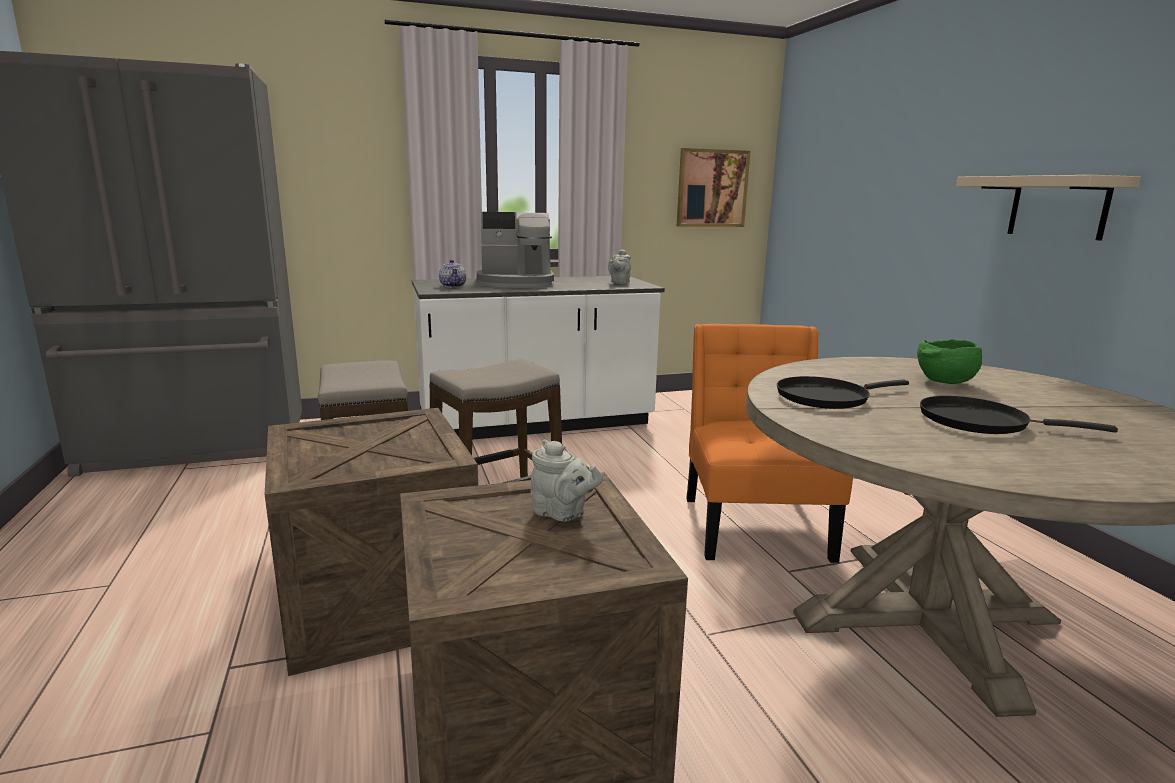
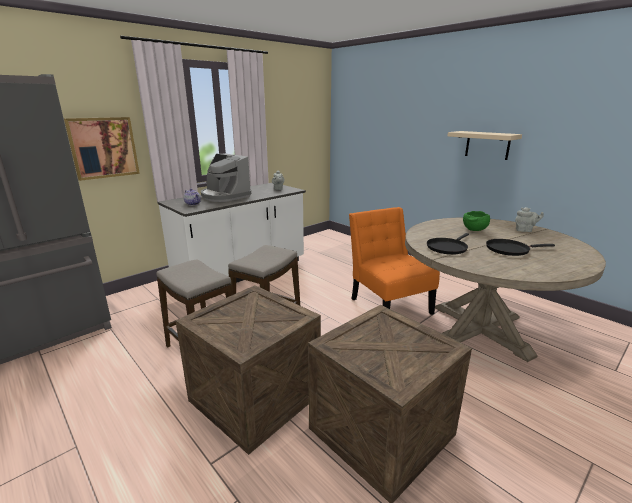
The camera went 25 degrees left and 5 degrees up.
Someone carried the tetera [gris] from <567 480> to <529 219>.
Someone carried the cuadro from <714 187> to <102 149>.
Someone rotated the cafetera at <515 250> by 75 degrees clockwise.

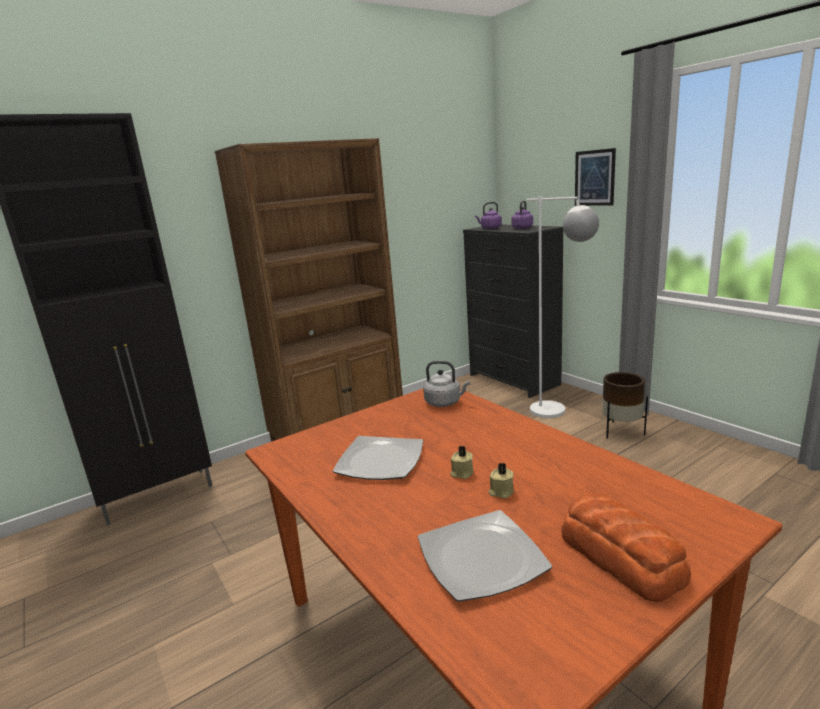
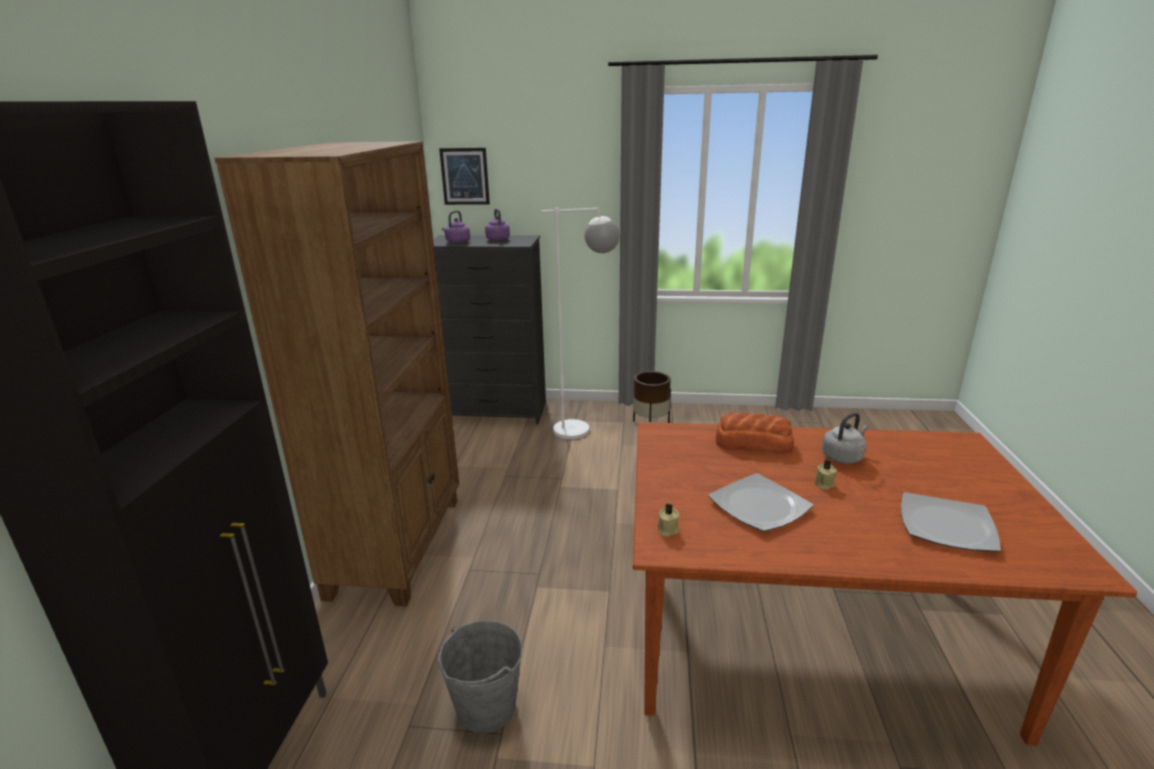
The camera went 50 degrees left and 5 degrees up.
Someone put down the cubo [gris] at <480 677>.
Someone carried the hervidor [gris] from <446 384> to <845 438>.
Someone carried the vela [beis] from <501 481> to <668 520>.
Someone carried the pan from <626 548> to <755 433>.
Someone carried the cuadro from <595 177> to <464 176>.

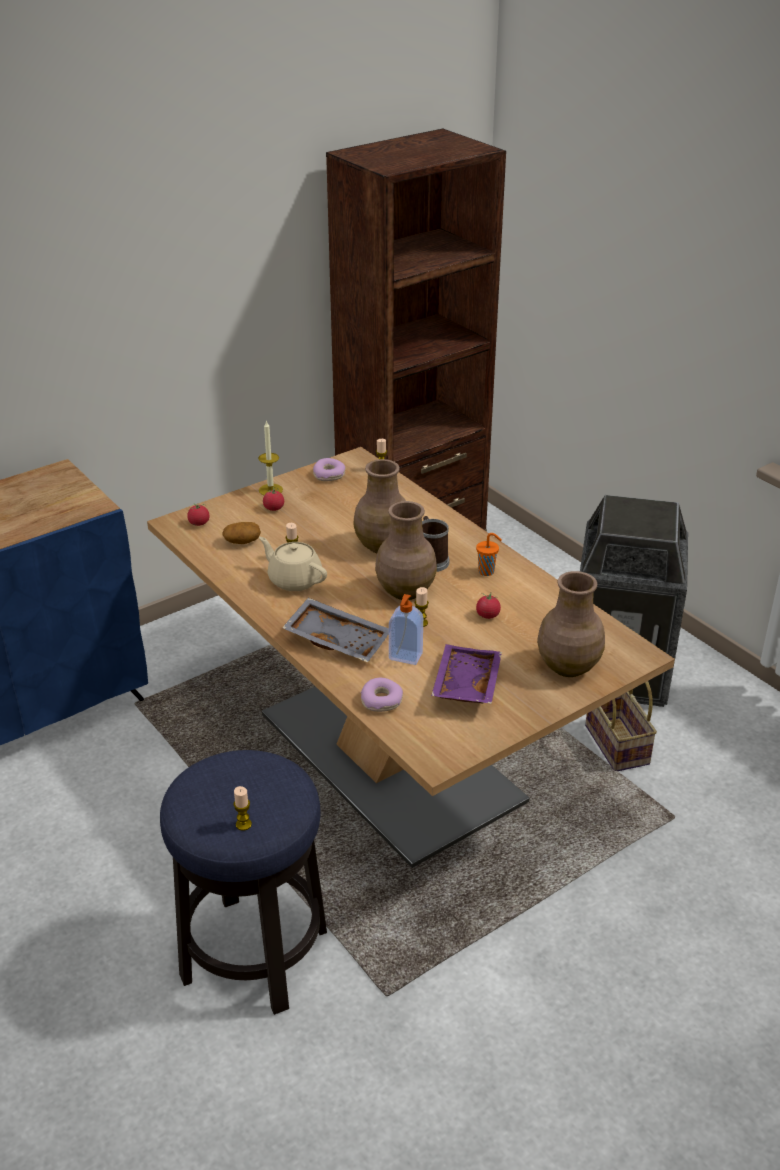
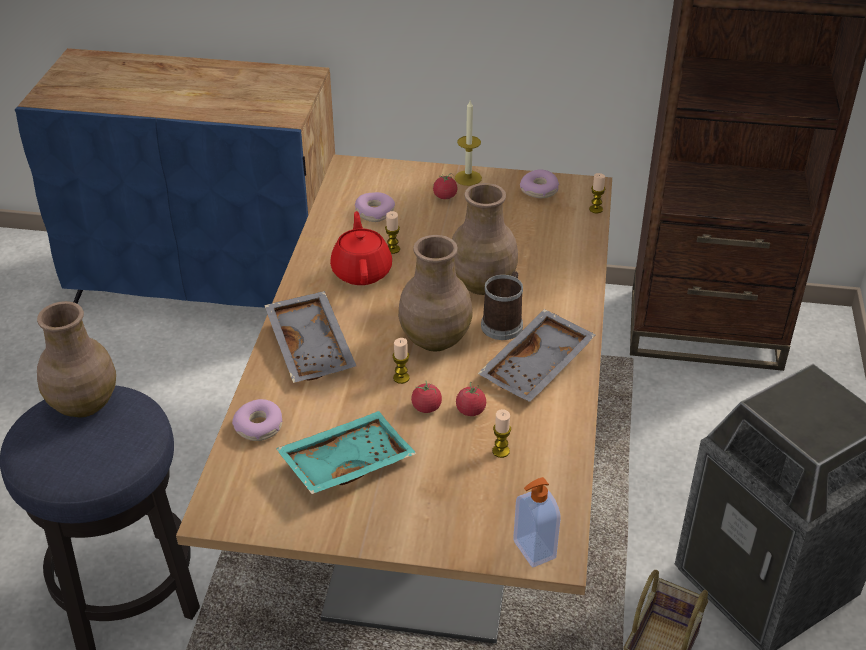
The camera went 45 degrees right and 5 degrees up.
Someone carried the tomate from <198 514> to <426 397>.
Someone carried the vela from <242 808> to <501 433>.
Someone carried the dispensador de jabón from <406 629> to <537 522>.
Someone carried the florero [marrón] from <571 624> to <76 359>.
Someone swapped the patata at <241 533> for the rosquilla at <375 207>.
Someone swapped the taza [naranja] at <489 554> for the bandeja [gris] at <536 355>.
Someone repainted the tetera [beis] at <293 564>, which became the tetera [rojo] at <361 248>.
Someone repainted the bandeja [morado] at <466 674>, which became the bandeja [turquesa] at <346 452>.

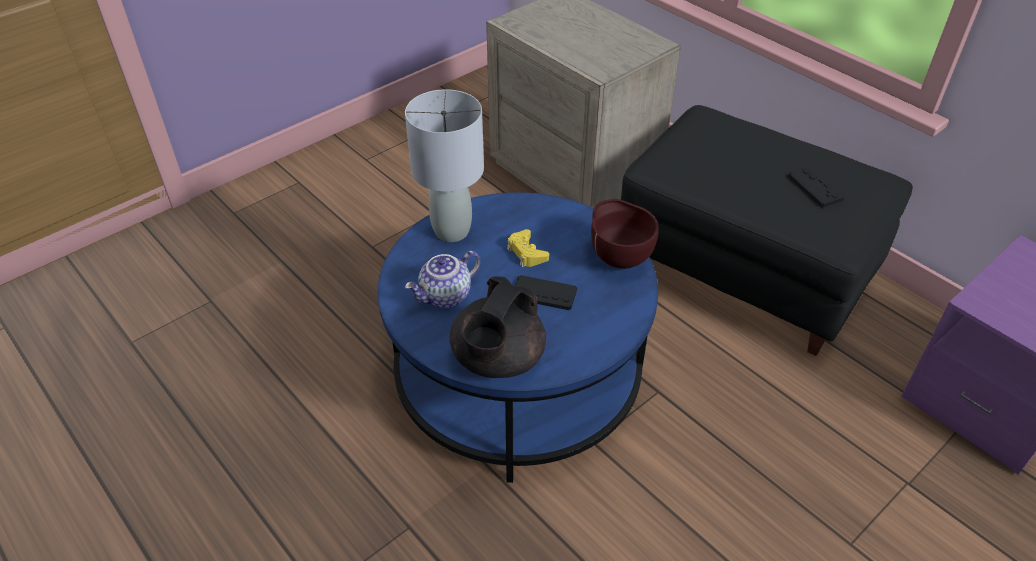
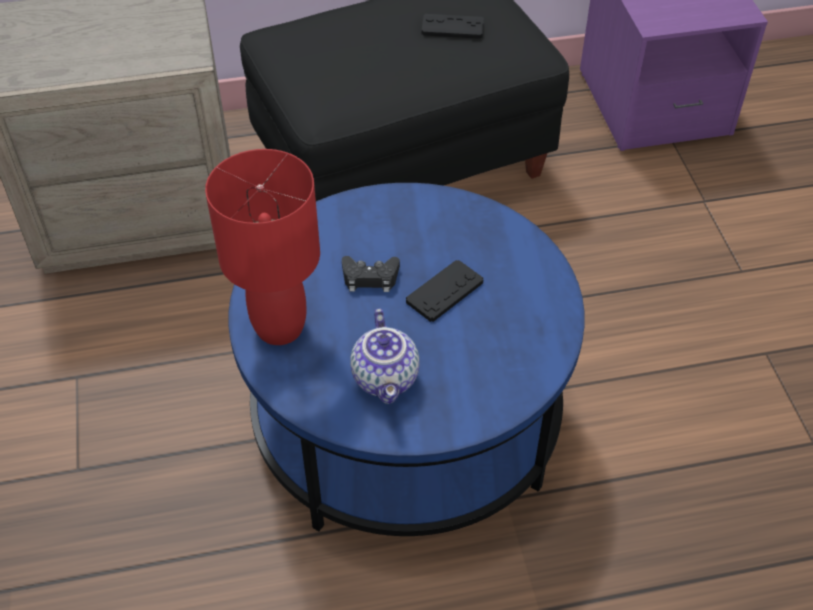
The camera went 60 degrees left and 5 degrees up.
Someone took away the tetera [negro] at <497 327>.
Someone took away the cuenco [marrón] at <625 234>.
Someone repainted the lámpara de mesa [gris] at <444 165>, which became the lámpara de mesa [rojo] at <262 247>.
Someone repainted the mando de consola [amarillo] at <528 248>, which became the mando de consola [negro] at <371 274>.

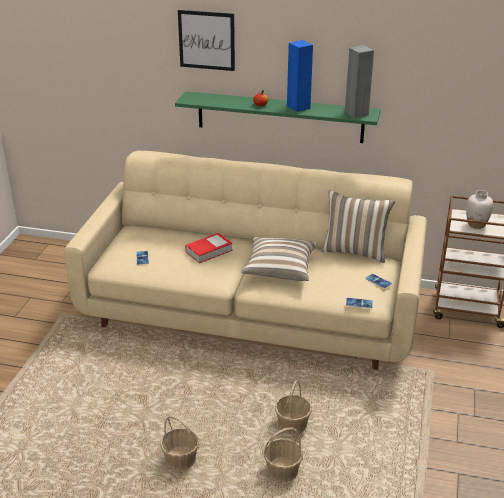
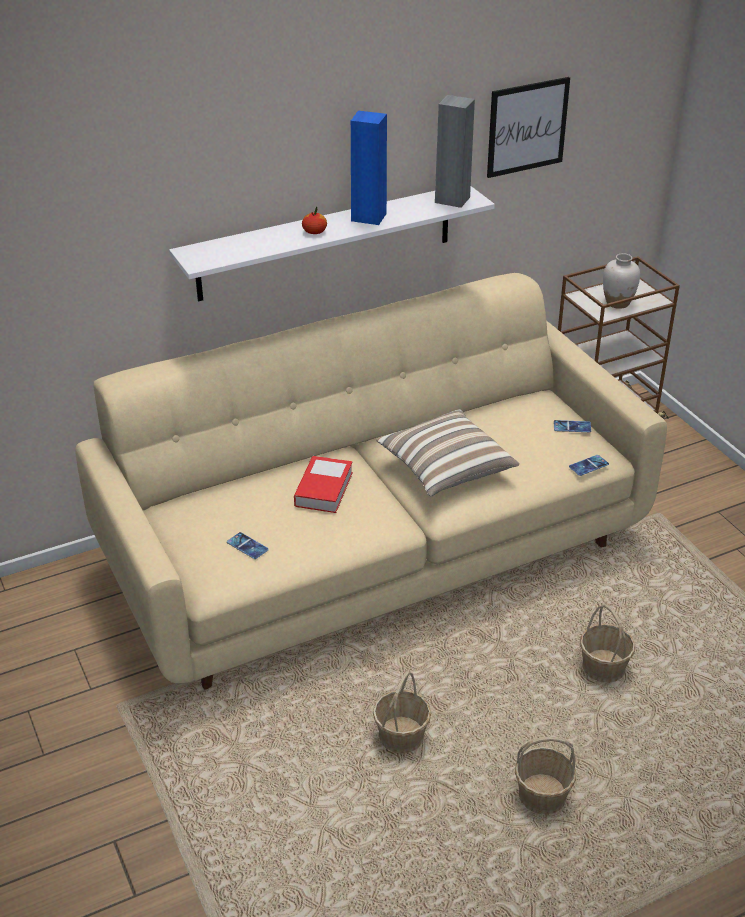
The camera went 40 degrees left and 5 degrees up.
Someone took away the cojín at <358 226>.
Someone carried the cuadro from <206 40> to <528 127>.
Someone carried the cesta from <283 455> to <402 712>.
Someone repainted the estante [verde] at <278 117>, which became the estante [blanco] at <332 243>.

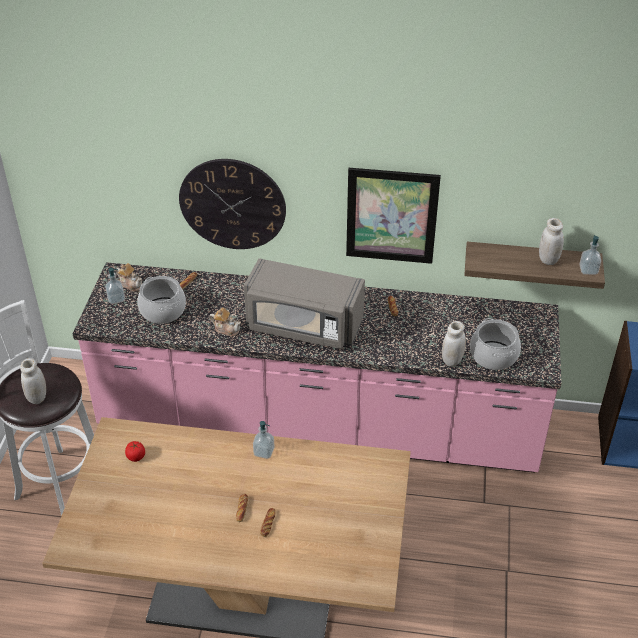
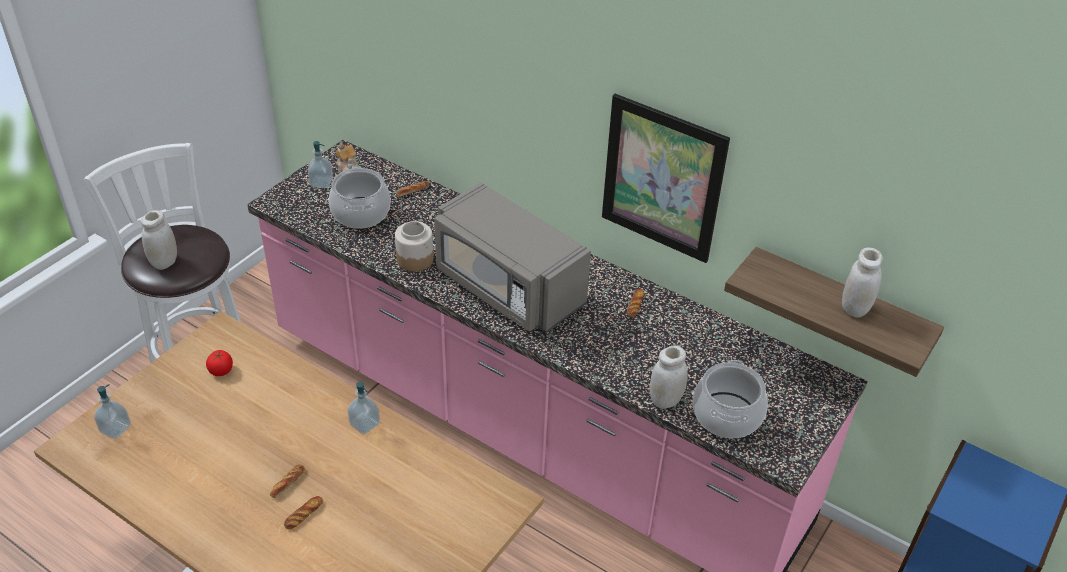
The camera went 25 degrees right and 0 degrees up.
Someone took away the reloj de pared at <232 204>.
Someone carried the dispensador de jabón from <590 255> to <112 411>.
Someone swapped the tetera at <225 321> for the tarro at <414 246>.

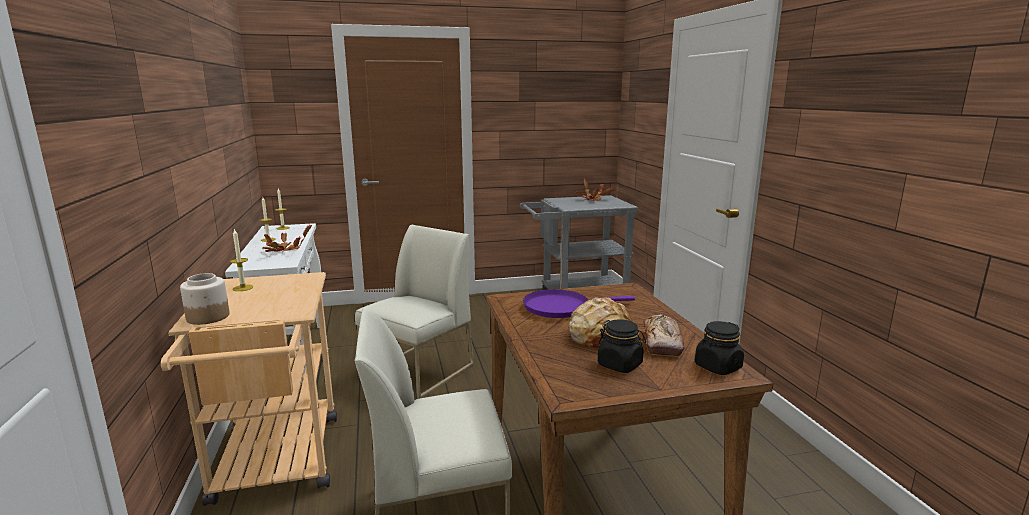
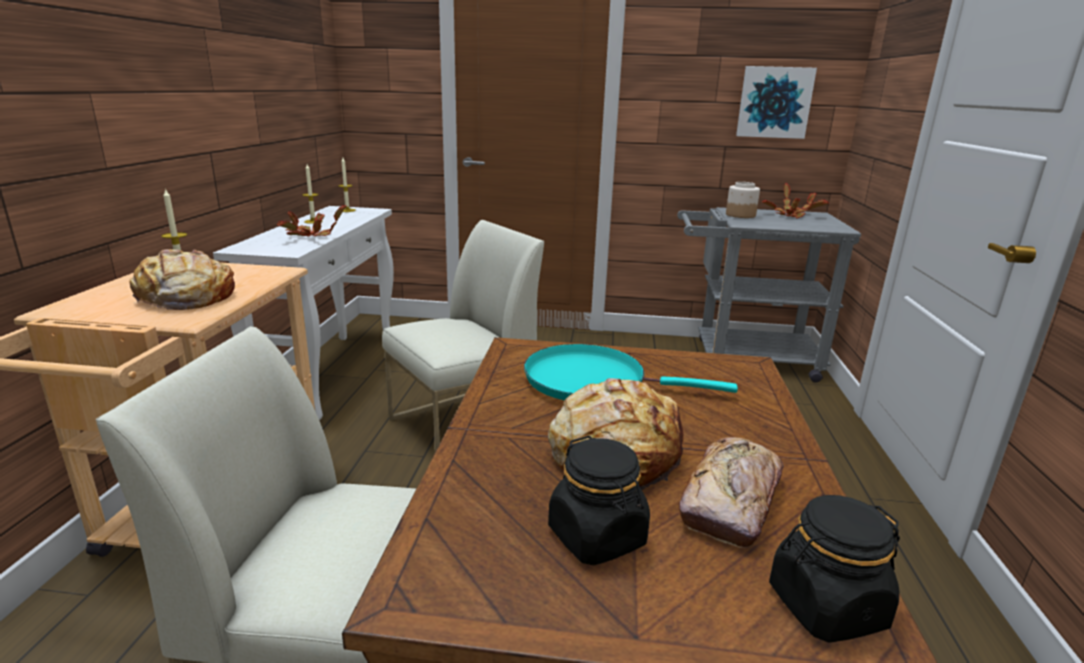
The camera went 20 degrees right and 5 degrees up.
Someone put down the pan at <182 279>.
Someone put up the cuadro at <776 102>.
Someone carried the tarro from <205 299> to <743 200>.
Someone repainted the sartén [morado] at <579 303>, which became the sartén [turquesa] at <631 372>.

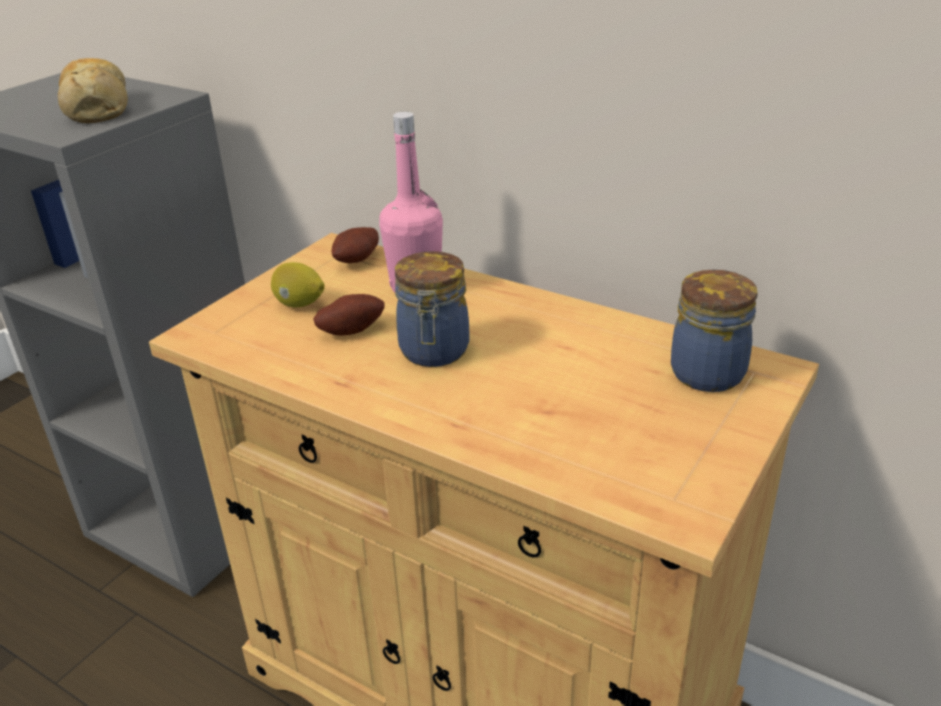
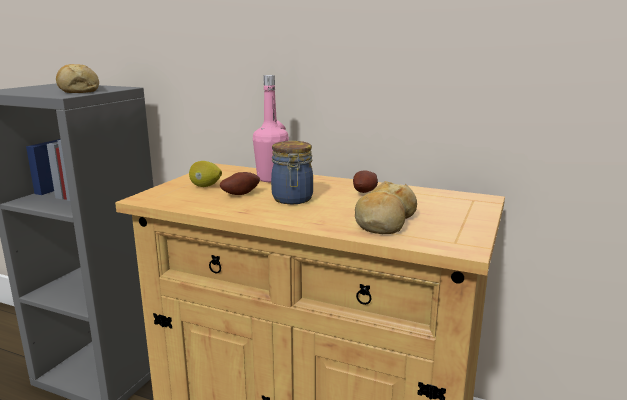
The camera went 10 degrees left and 15 degrees down.
Someone took away the tarro at <714 330>.
Someone put down the pan at <386 207>.
Someone carried the patata from <355 245> to <365 181>.

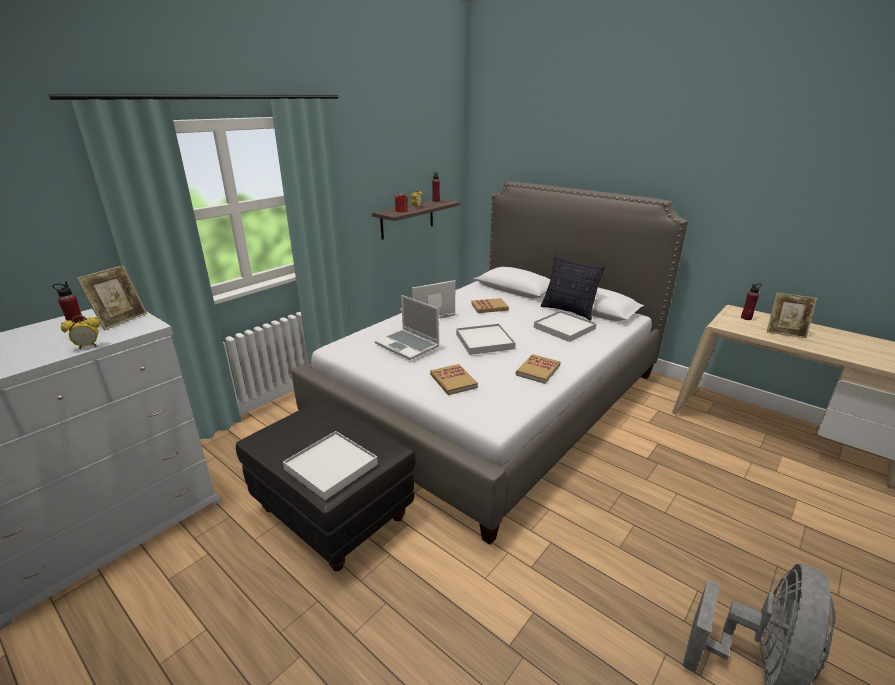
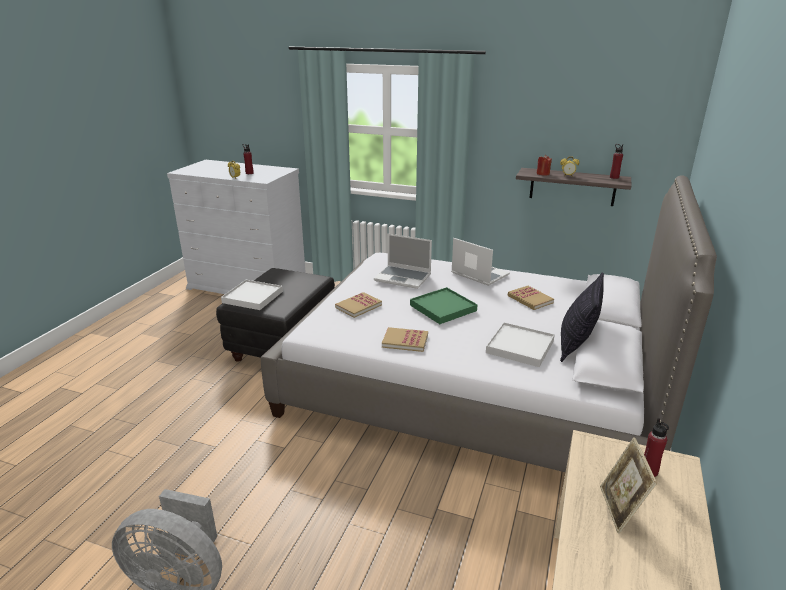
The camera went 70 degrees right and 0 degrees up.
Someone took away the portarretratos at <112 297>.
Someone repainted the bandeja [blanco] at <486 339>, which became the bandeja [verde] at <444 305>.
Someone rotated the portátil at <407 327> by 90 degrees counterclockwise.

